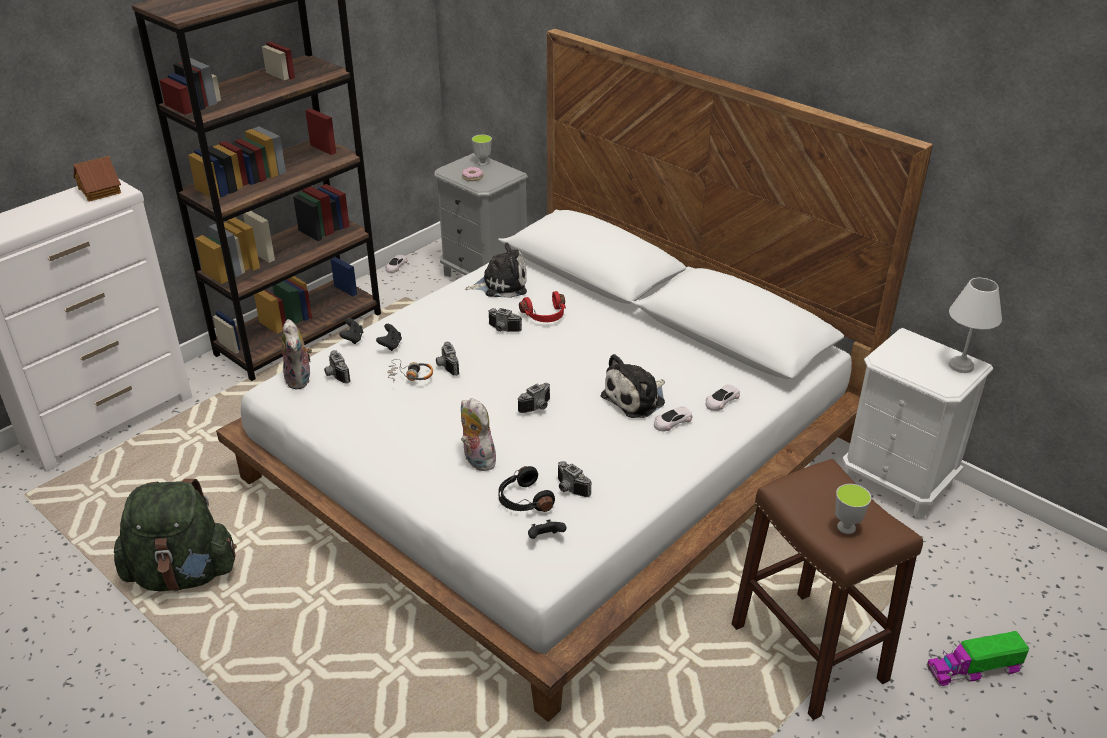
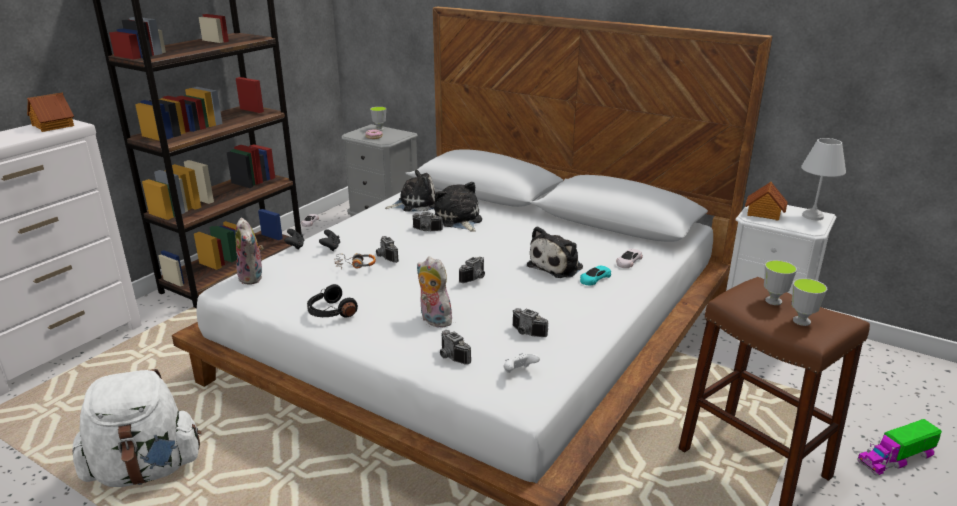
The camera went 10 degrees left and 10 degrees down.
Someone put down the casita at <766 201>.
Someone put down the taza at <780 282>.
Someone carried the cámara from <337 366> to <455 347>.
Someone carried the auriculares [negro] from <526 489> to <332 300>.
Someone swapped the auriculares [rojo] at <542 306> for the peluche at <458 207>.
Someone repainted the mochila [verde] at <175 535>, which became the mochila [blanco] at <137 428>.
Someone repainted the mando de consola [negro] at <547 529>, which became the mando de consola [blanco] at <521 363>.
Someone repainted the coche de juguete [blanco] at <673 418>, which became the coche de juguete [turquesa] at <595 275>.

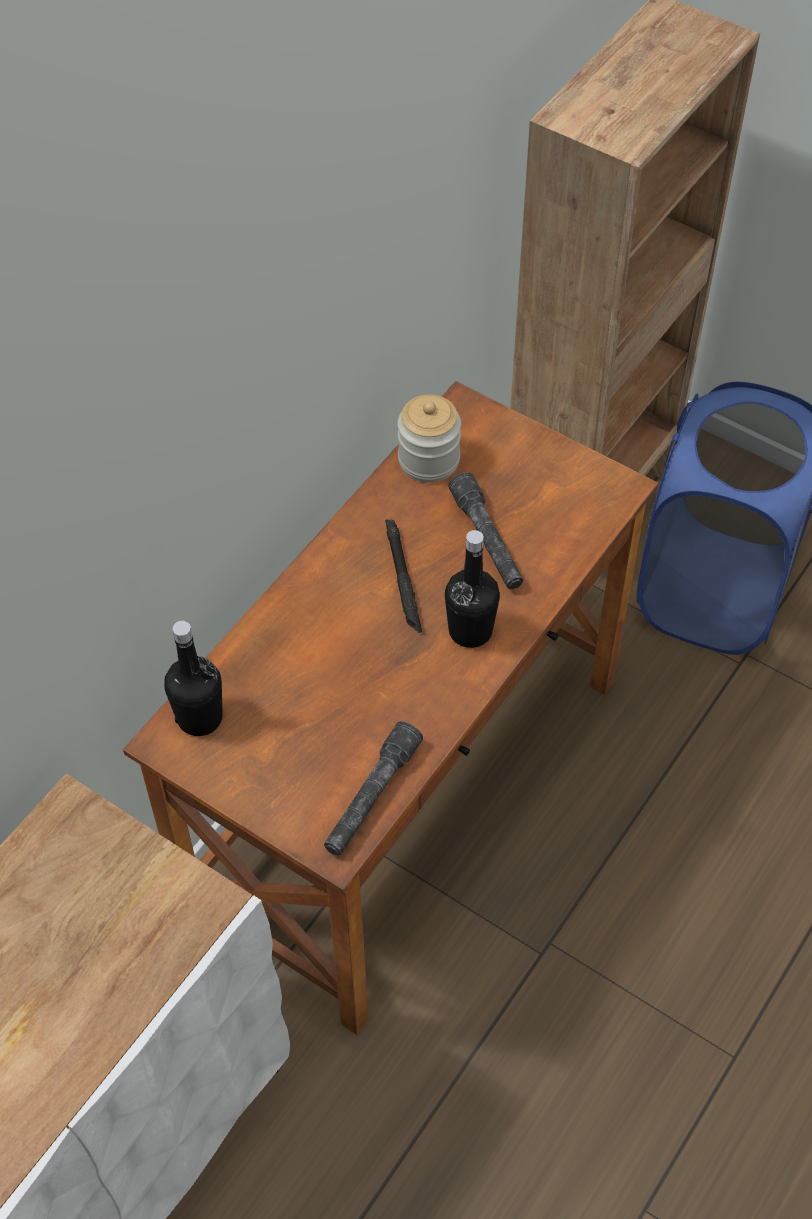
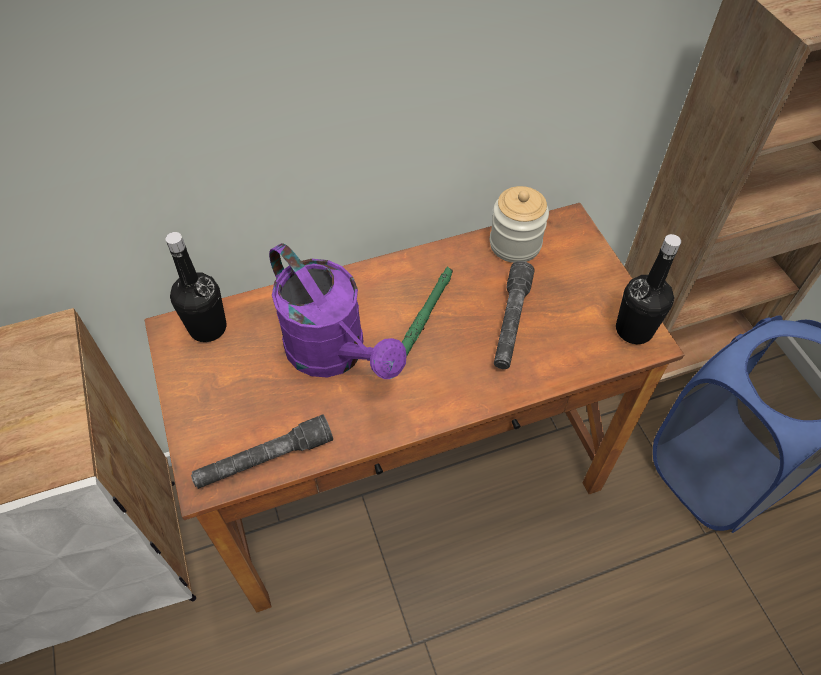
The camera went 35 degrees right and 0 degrees up.
Someone put down the regadera [morado] at <338 311>.
Someone carried the botella [negro] from <472 589> to <648 289>.
Someone repainted the linterna [negro] at <403 576>, which became the linterna [verde] at <427 311>.

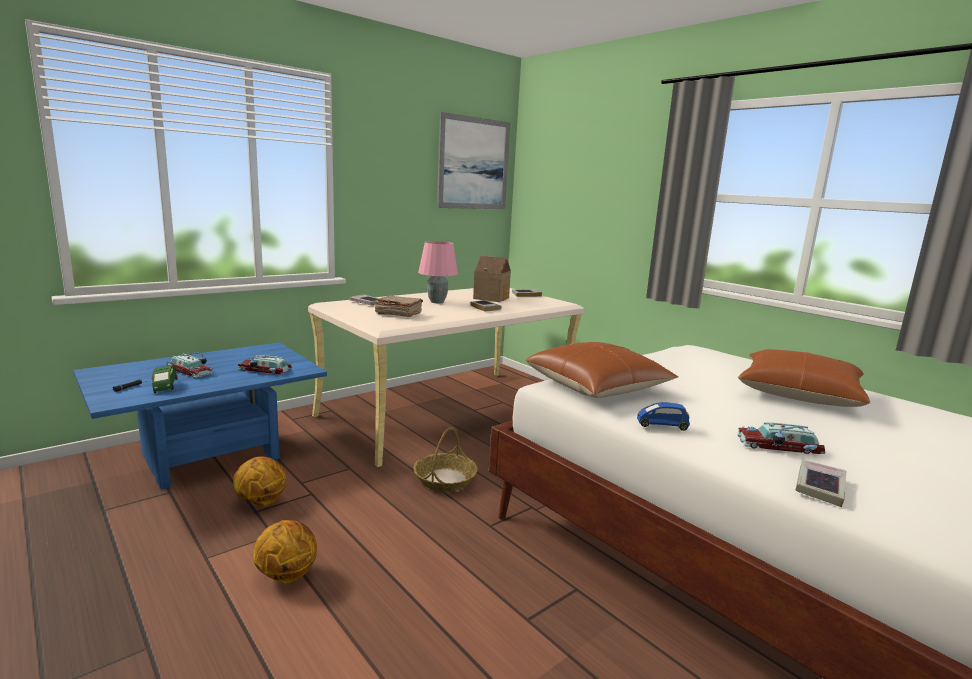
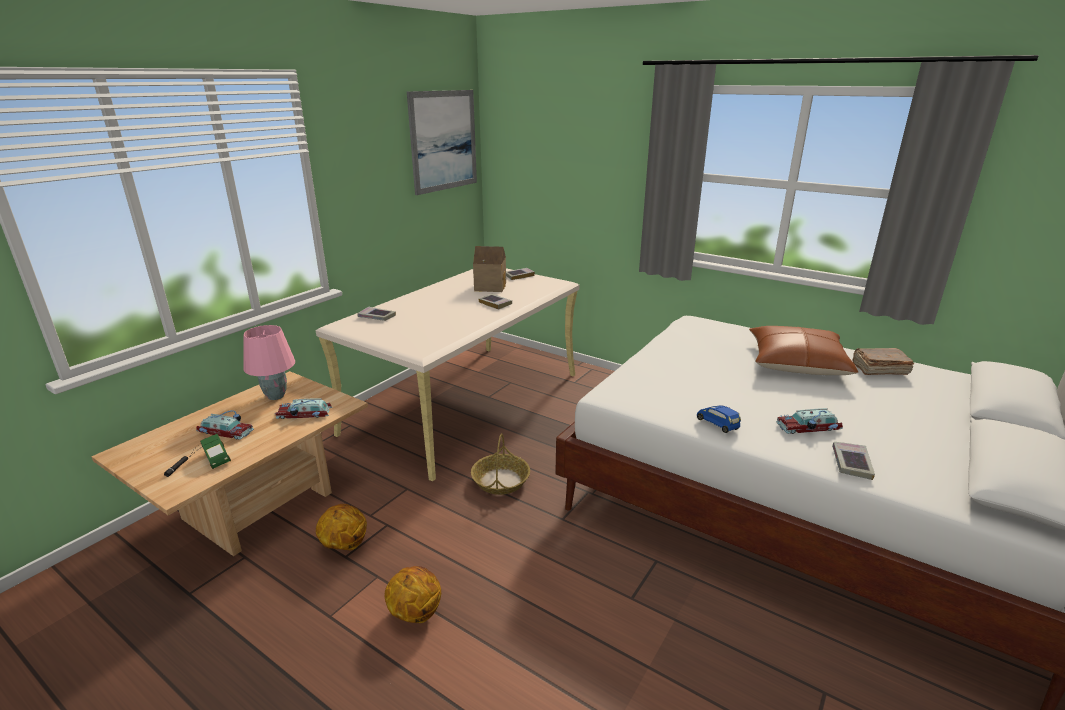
The camera went 15 degrees left and 10 degrees up.
Someone took away the cojín [marrón] at <601 370>.
Someone carried the libro [marrón] from <399 306> to <883 361>.
Someone carried the lámpara de mesa [rosa] from <438 272> to <269 362>.
Someone repainted the mesa de centro [azul] at <200 416>, which became the mesa de centro [beis] at <229 463>.
Someone rotated the coche de juguete [azul] at <663 416> by 60 degrees clockwise.

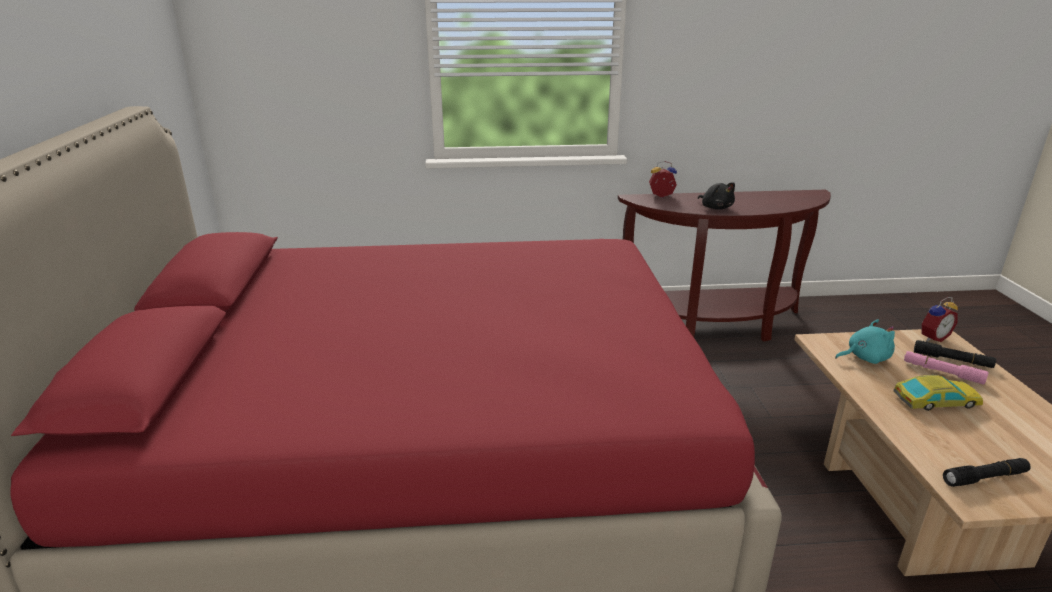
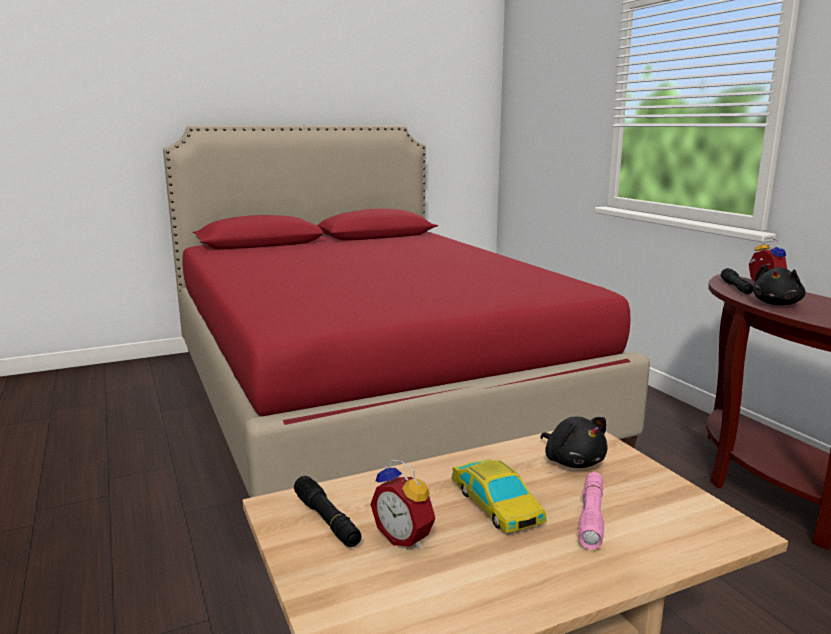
The camera went 70 degrees right and 10 degrees down.
Someone carried the linterna [negro] from <955 354> to <737 281>.
Someone carried the despertador from <939 319> to <403 504>.
Someone repainted the peluche [turquesa] at <865 342>, which became the peluche [negro] at <574 442>.

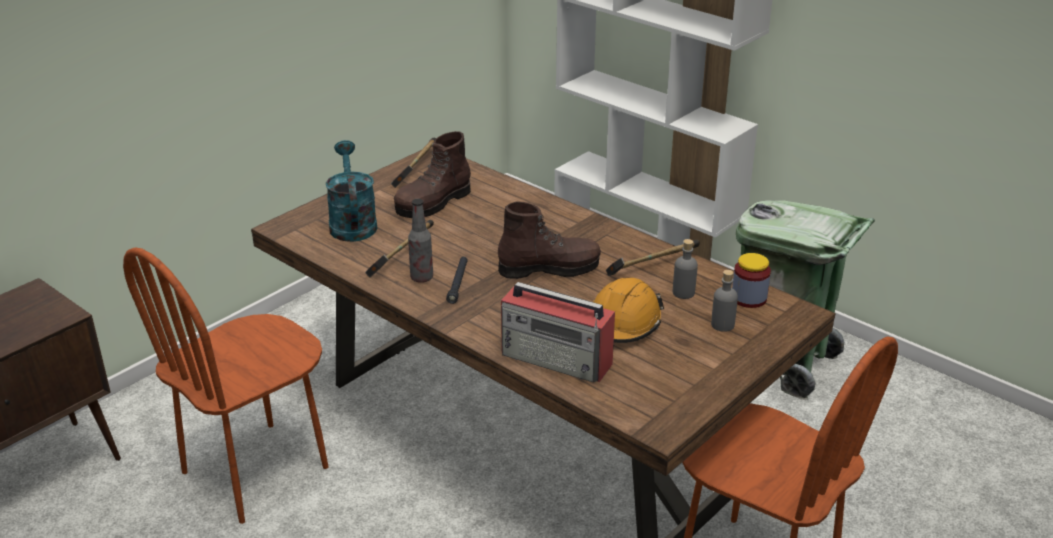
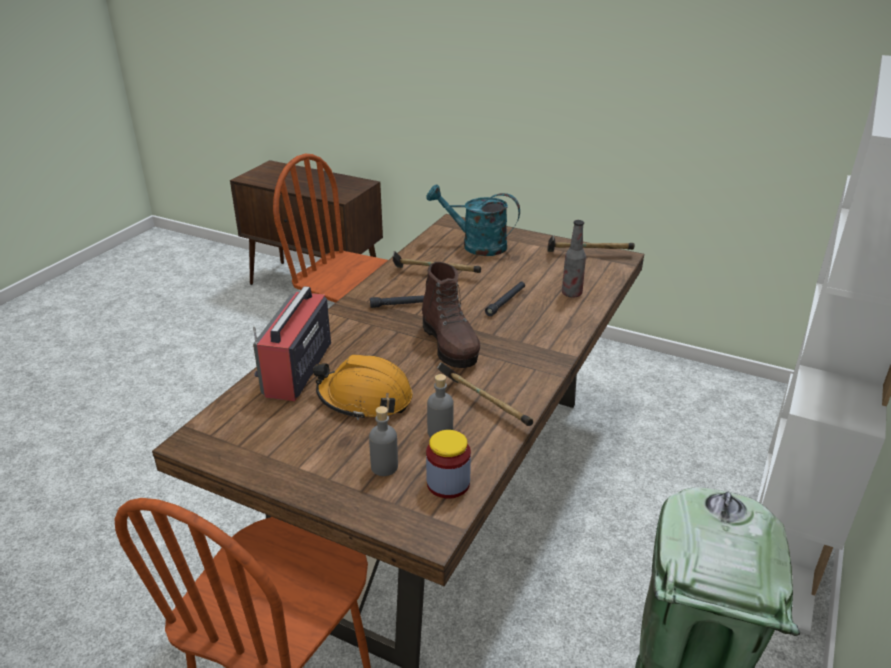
The camera went 75 degrees right and 0 degrees up.
Someone took away the bota [marrón] at <432 174>.
Someone put down the linterna [negro] at <505 298>.
Someone carried the botella from <420 241> to <574 259>.
Someone rotated the regadera [turquesa] at <351 191> by 135 degrees counterclockwise.

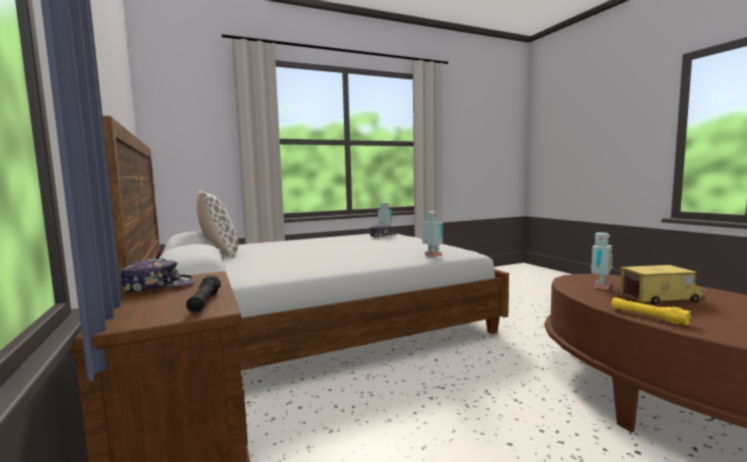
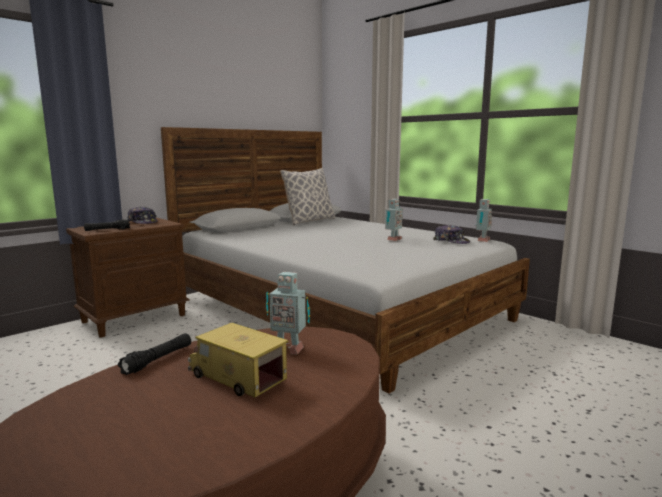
The camera went 70 degrees right and 5 degrees up.
Someone carried the robot de juguete from <432 234> to <394 220>.
Someone repainted the linterna [amarillo] at <651 311>, which became the linterna [negro] at <154 354>.
Someone rotated the camión de juguete at <663 284> by 150 degrees clockwise.

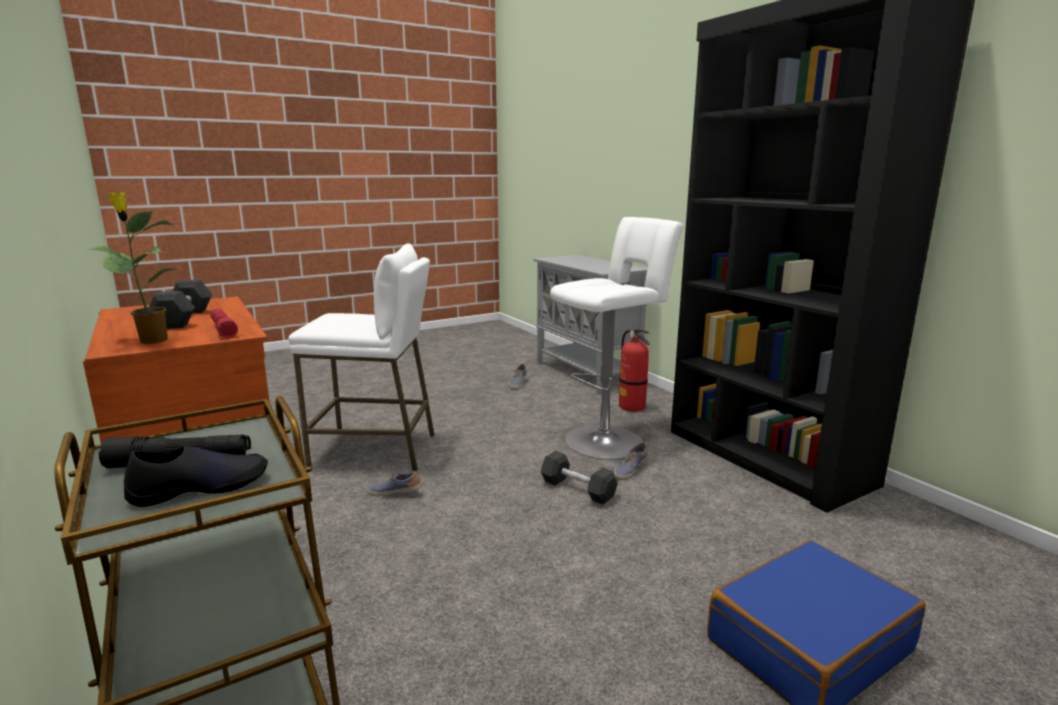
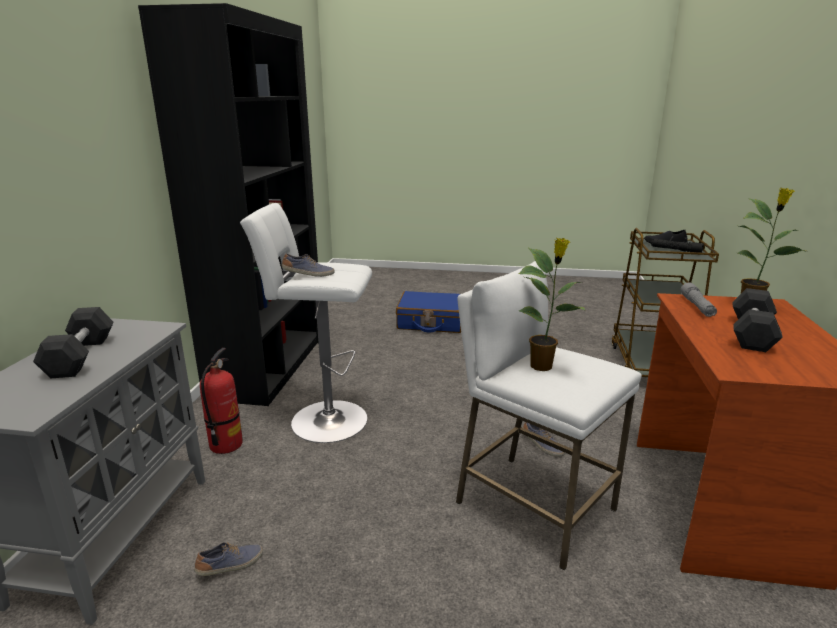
The camera went 140 degrees left and 5 degrees up.
Someone put down the planta en maceta at <552 304>.
Someone carried the mancuerna [negro] from <579 478> to <73 343>.
Someone carried the zapato from <631 461> to <308 265>.
Someone repainted the linterna [rojo] at <224 323>, which became the linterna [gris] at <699 299>.

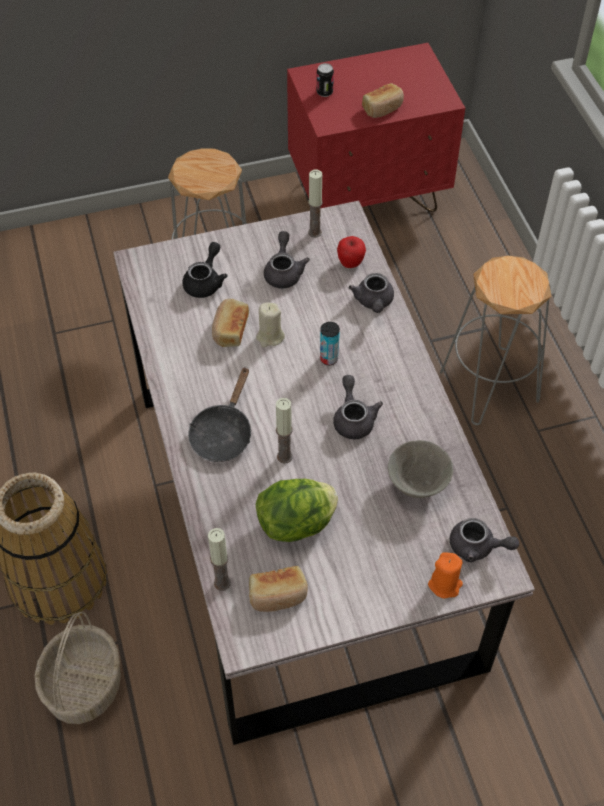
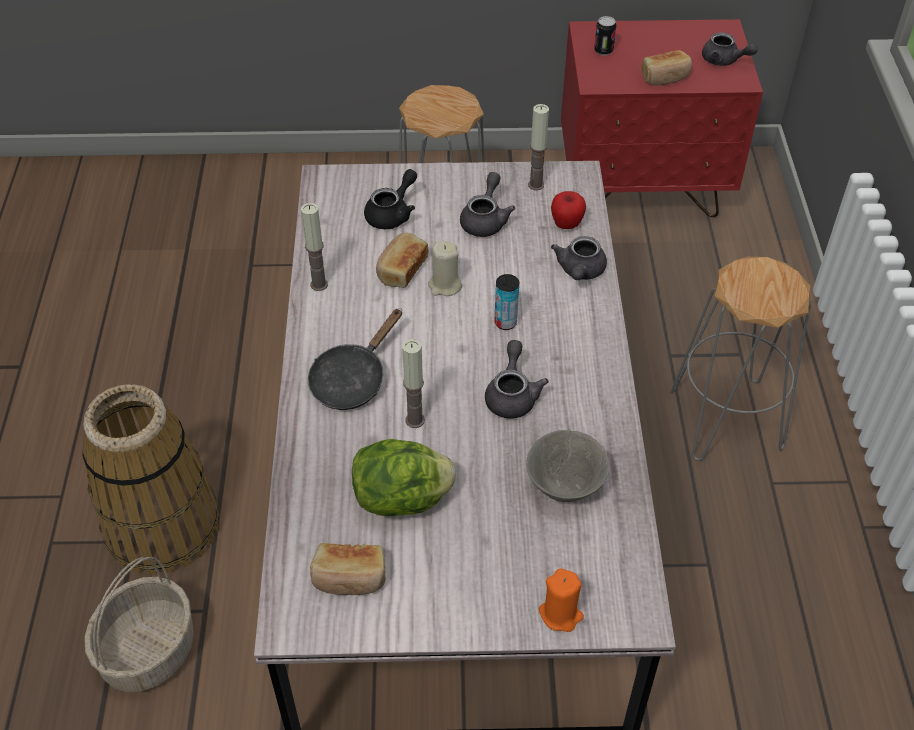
The camera went 15 degrees right and 5 degrees down.
Someone carried the vela from <219 559> to <314 247>.
Someone carried the tetera [gris] from <484 540> to <730 49>.

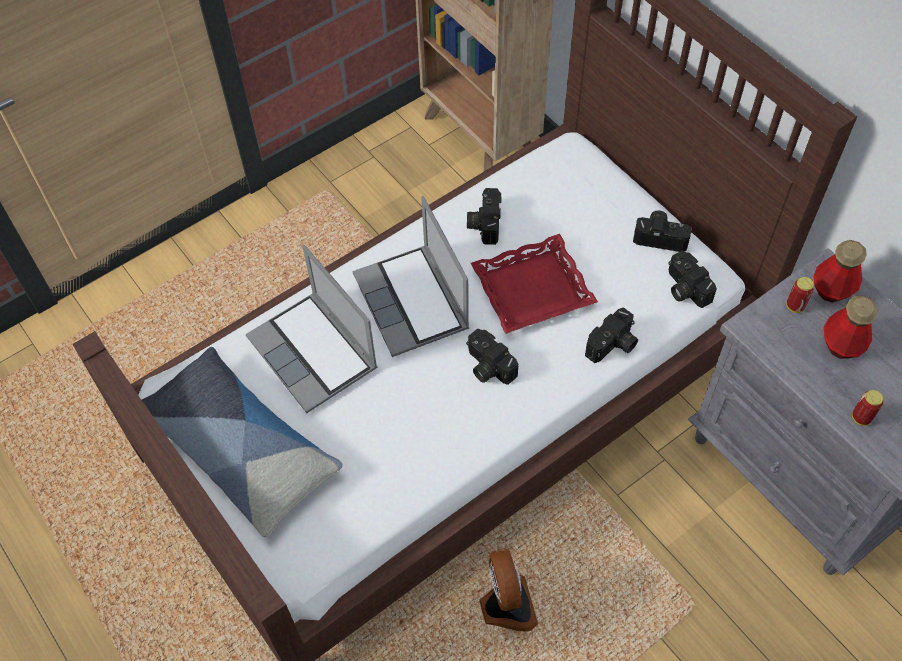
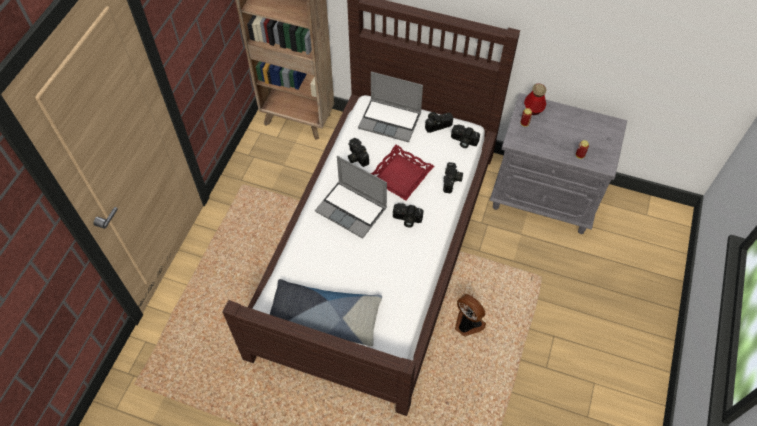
The camera went 35 degrees left and 0 degrees up.
Someone took away the botella at <851 327>.
Someone carried the portátil from <312 329> to <390 107>.

